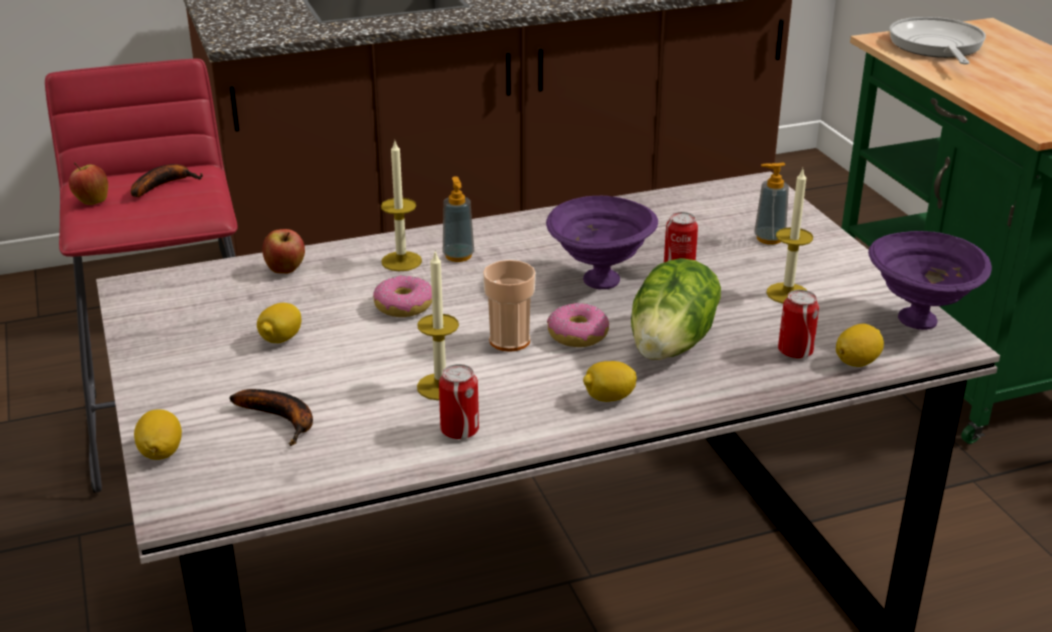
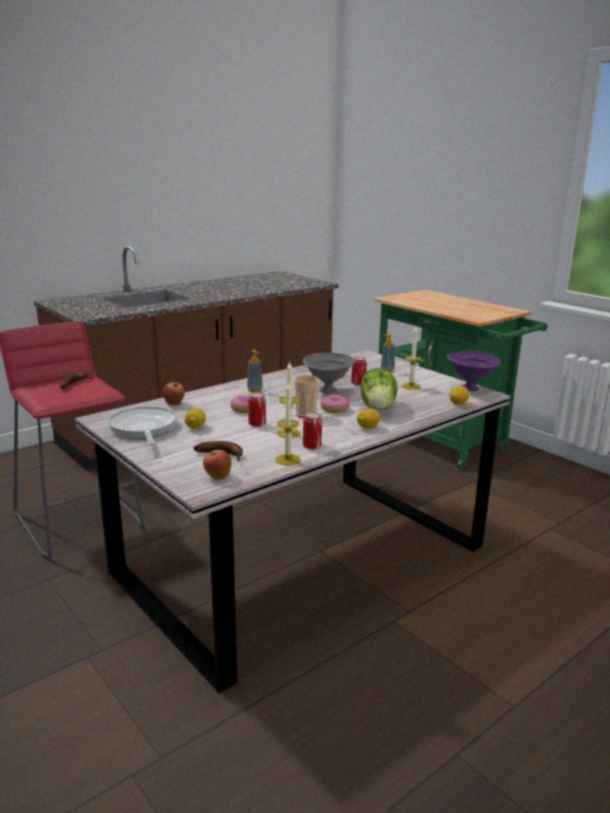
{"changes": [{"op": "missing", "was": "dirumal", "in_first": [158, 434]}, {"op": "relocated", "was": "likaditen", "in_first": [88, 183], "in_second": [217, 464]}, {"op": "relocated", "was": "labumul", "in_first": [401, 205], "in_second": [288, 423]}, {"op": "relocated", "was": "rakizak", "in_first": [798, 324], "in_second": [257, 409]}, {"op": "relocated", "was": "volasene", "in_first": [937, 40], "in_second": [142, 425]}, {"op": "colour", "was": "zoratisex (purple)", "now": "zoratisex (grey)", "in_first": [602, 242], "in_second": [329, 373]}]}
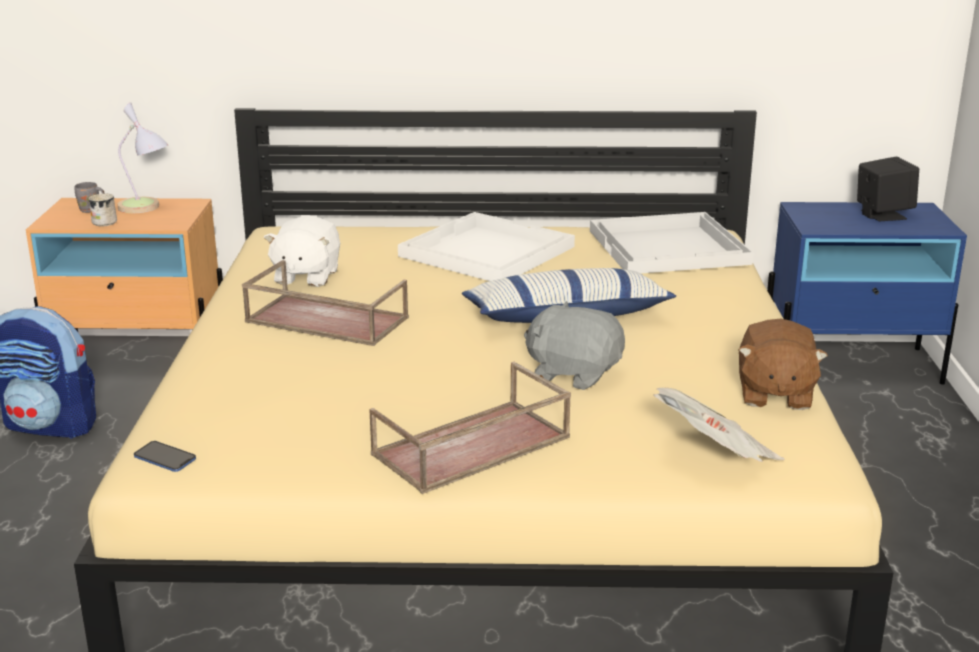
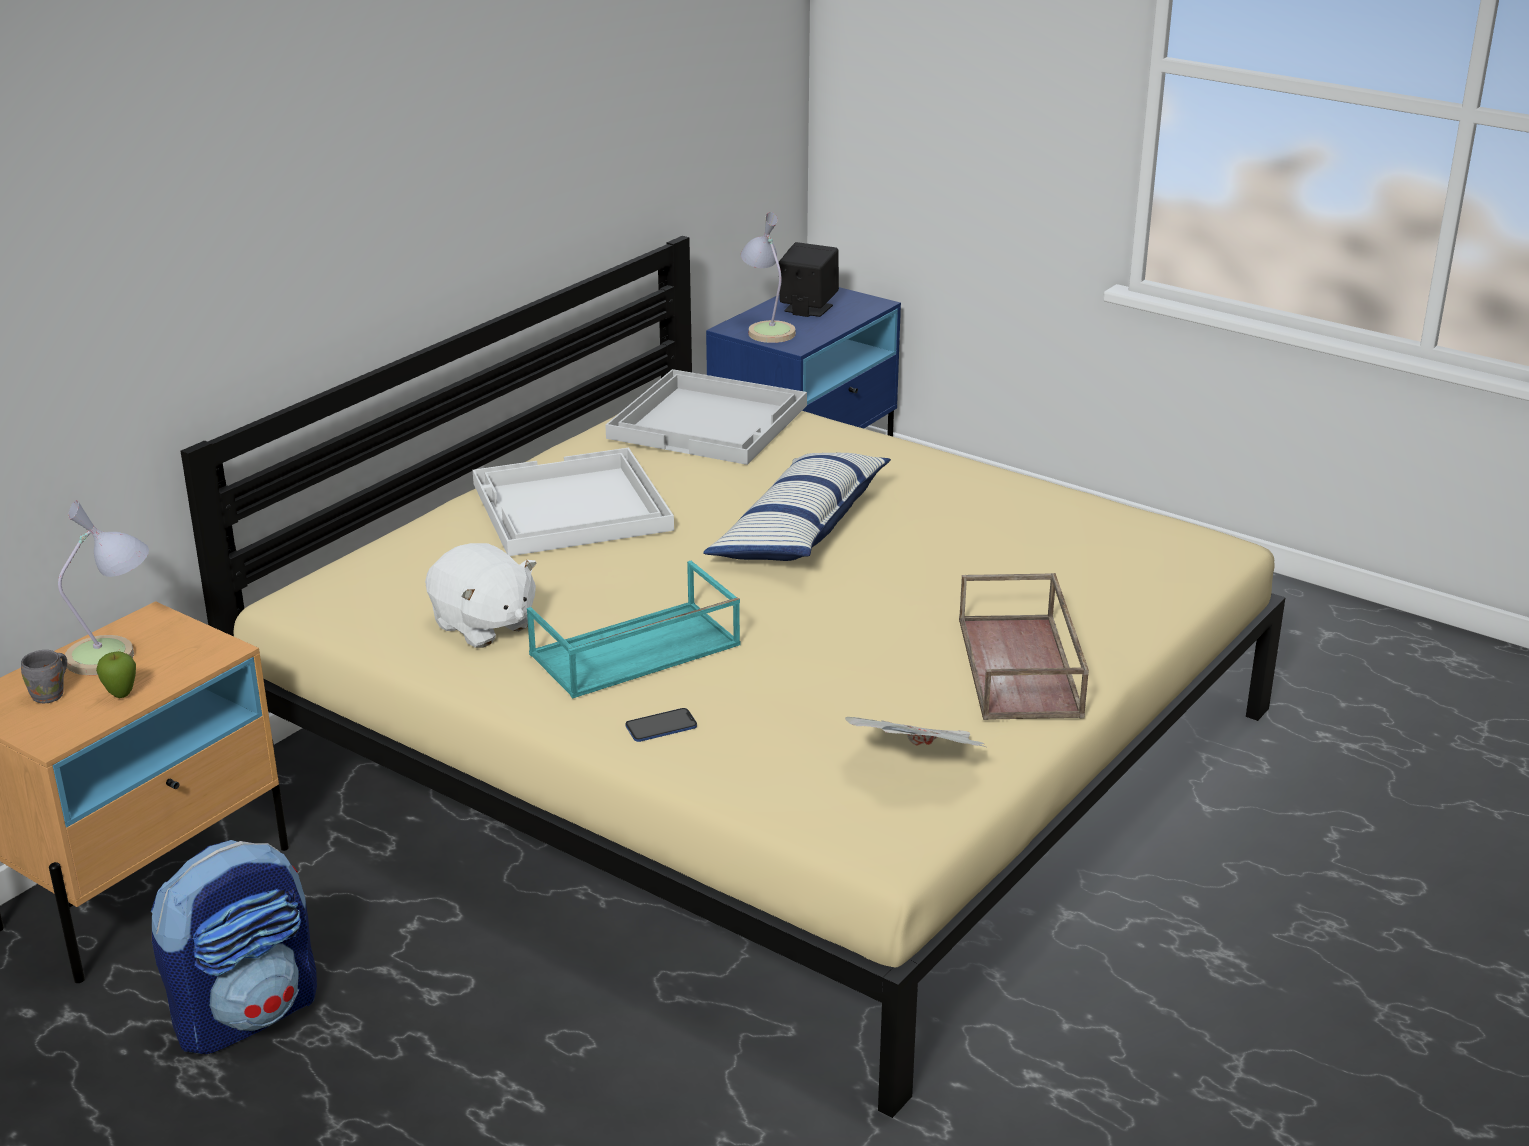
{"changes": [{"op": "missing", "was": "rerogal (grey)", "in_first": [574, 345]}, {"op": "missing", "was": "rerogal (brown)", "in_first": [783, 364]}, {"op": "appeared", "now": "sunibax", "in_second": [768, 277]}, {"op": "relocated", "was": "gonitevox", "in_first": [165, 456], "in_second": [661, 725]}, {"op": "relocated", "was": "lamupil", "in_first": [719, 425], "in_second": [916, 732]}, {"op": "exchanged", "was": "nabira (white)", "now": "likaditen", "in_first": [102, 210], "in_second": [116, 674]}, {"op": "colour", "was": "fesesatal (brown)", "now": "fesesatal (turquoise)", "in_first": [325, 303], "in_second": [634, 630]}]}
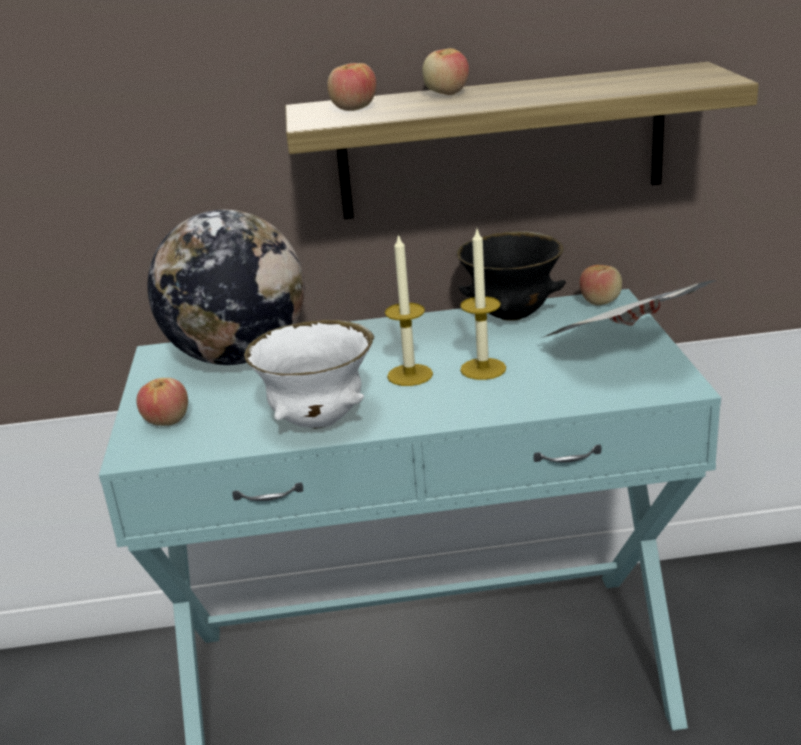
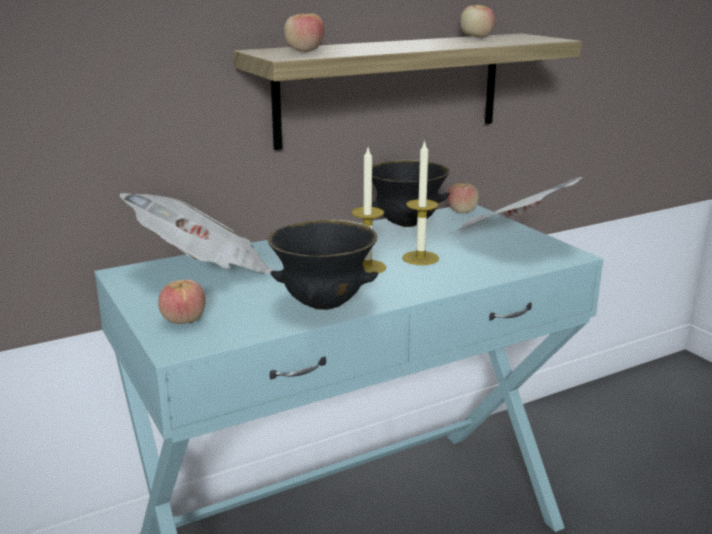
{"changes": [{"op": "relocated", "was": "likaditen", "in_first": [445, 71], "in_second": [477, 21]}, {"op": "exchanged", "was": "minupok", "now": "lamupil", "in_first": [226, 287], "in_second": [196, 233]}, {"op": "colour", "was": "zoratisex (white)", "now": "zoratisex (black)", "in_first": [309, 374], "in_second": [323, 264]}]}
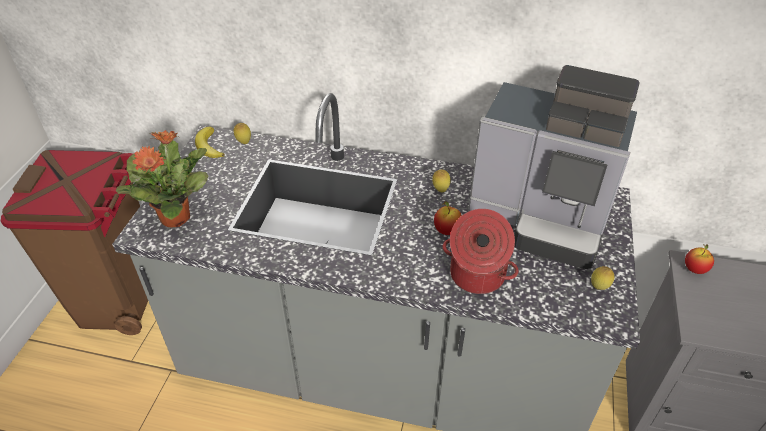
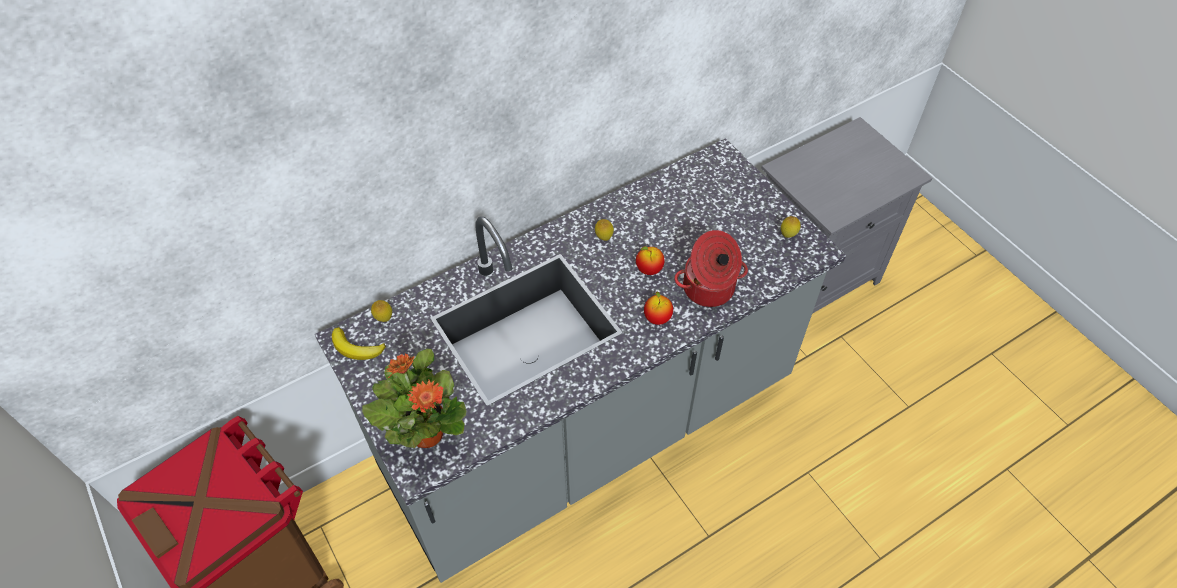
{"changes": [{"op": "missing", "was": "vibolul", "in_first": [554, 167]}, {"op": "relocated", "was": "likaditen", "in_first": [699, 259], "in_second": [658, 308]}]}
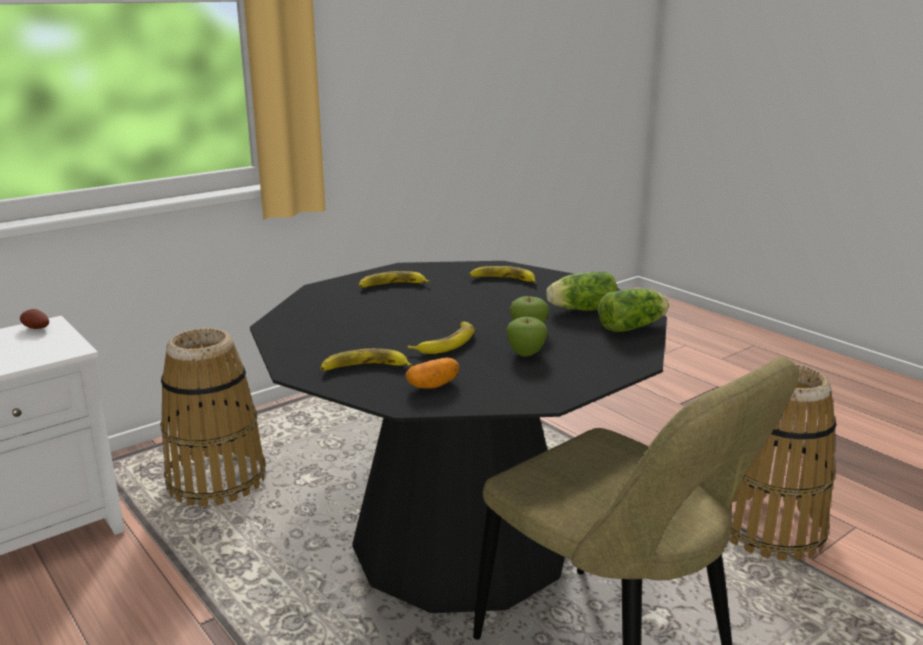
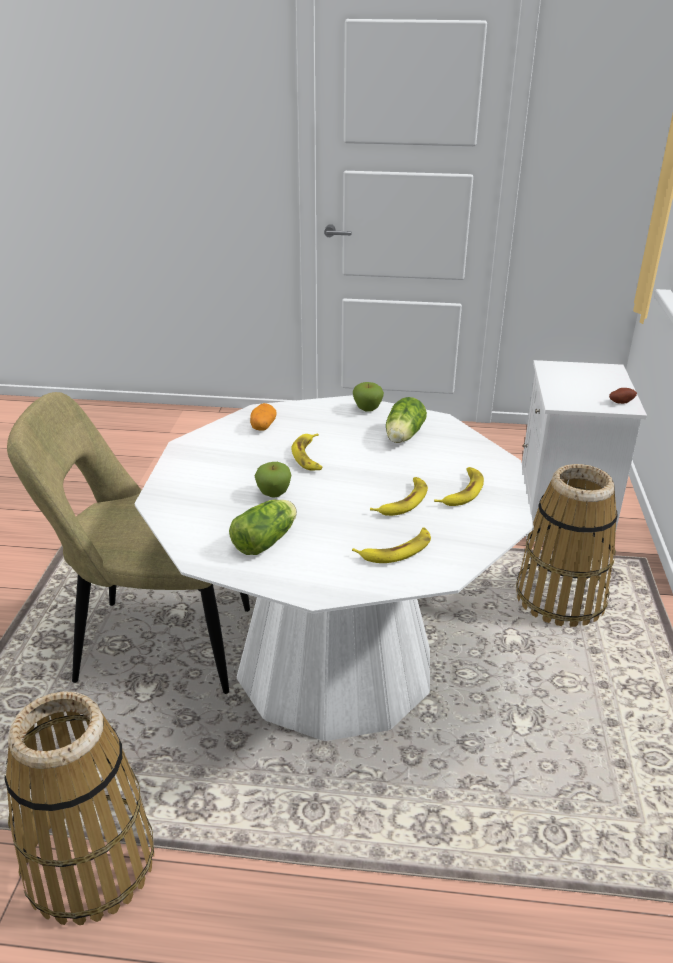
{"changes": [{"op": "relocated", "was": "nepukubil", "in_first": [366, 360], "in_second": [399, 496]}, {"op": "relocated", "was": "likaditen", "in_first": [527, 336], "in_second": [368, 397]}, {"op": "relocated", "was": "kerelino", "in_first": [633, 310], "in_second": [406, 420]}, {"op": "colour", "was": "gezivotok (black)", "now": "gezivotok (white)", "in_first": [458, 437], "in_second": [334, 568]}]}
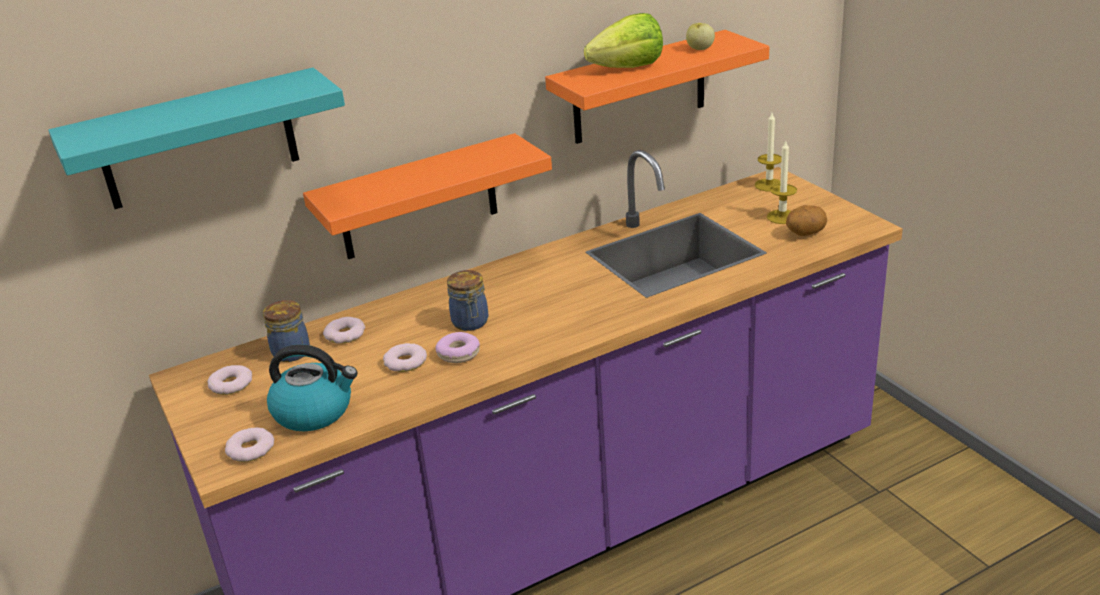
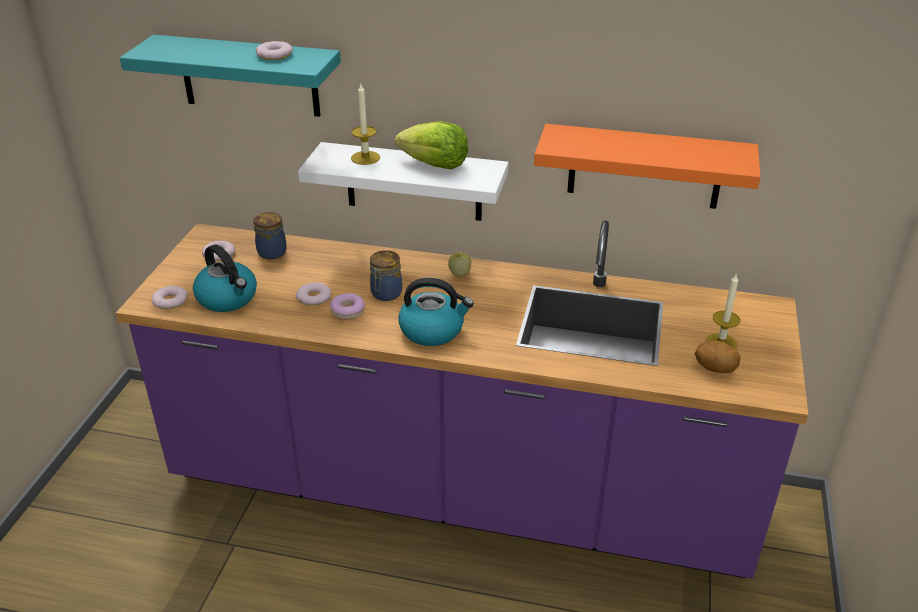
{"changes": [{"op": "appeared", "now": "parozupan", "in_second": [436, 312]}, {"op": "relocated", "was": "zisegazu", "in_first": [344, 330], "in_second": [274, 50]}, {"op": "relocated", "was": "kerelino", "in_first": [623, 40], "in_second": [431, 145]}, {"op": "relocated", "was": "likaditen", "in_first": [700, 36], "in_second": [459, 264]}, {"op": "relocated", "was": "labumul", "in_first": [768, 152], "in_second": [365, 123]}, {"op": "colour", "was": "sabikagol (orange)", "now": "sabikagol (white)", "in_first": [427, 196], "in_second": [403, 181]}]}
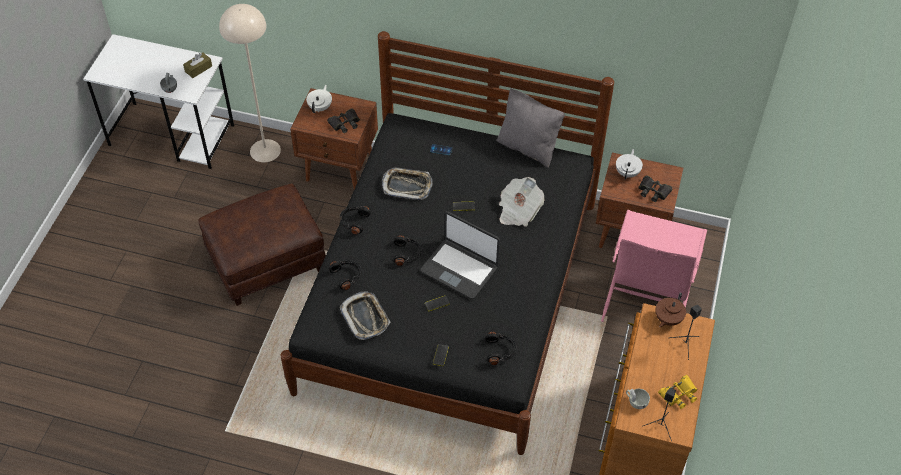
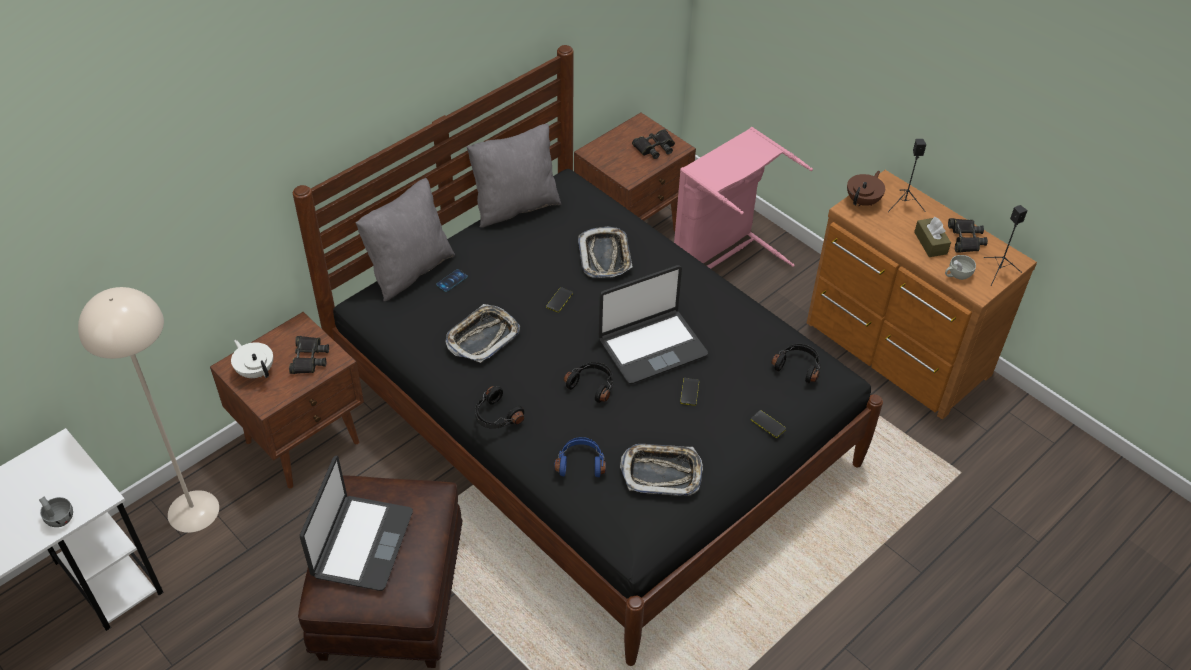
{"changes": [{"op": "missing", "was": "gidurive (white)", "in_first": [629, 164]}, {"op": "appeared", "now": "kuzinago", "in_second": [356, 523]}, {"op": "appeared", "now": "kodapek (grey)", "in_second": [405, 239]}, {"op": "relocated", "was": "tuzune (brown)", "in_first": [197, 65], "in_second": [932, 237]}, {"op": "exchanged", "was": "lamupil", "now": "fesesatal", "in_first": [521, 202], "in_second": [605, 252]}, {"op": "colour", "was": "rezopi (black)", "now": "rezopi (blue)", "in_first": [345, 275], "in_second": [580, 457]}, {"op": "colour", "was": "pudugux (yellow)", "now": "pudugux (black)", "in_first": [678, 392], "in_second": [968, 235]}, {"op": "spun", "was": "gidurive (brown)", "in_first": [671, 309], "in_second": [866, 188], "clockwise": -120}]}
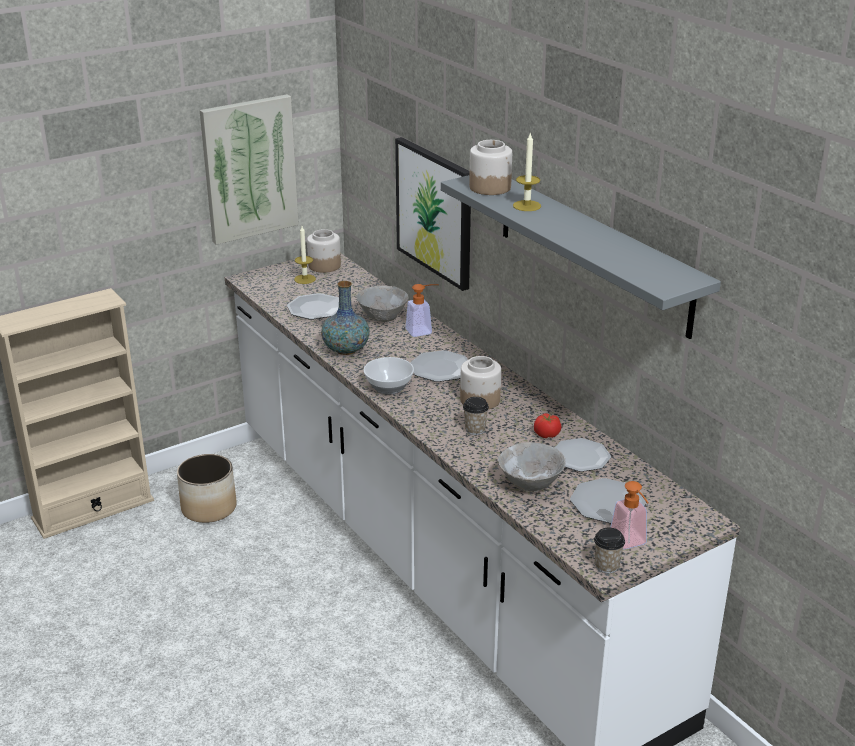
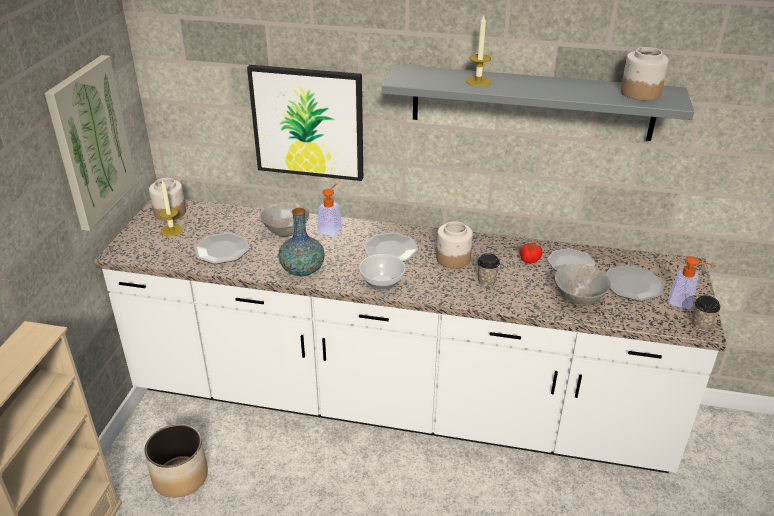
{"changes": [{"op": "relocated", "was": "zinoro", "in_first": [490, 167], "in_second": [645, 74]}]}
